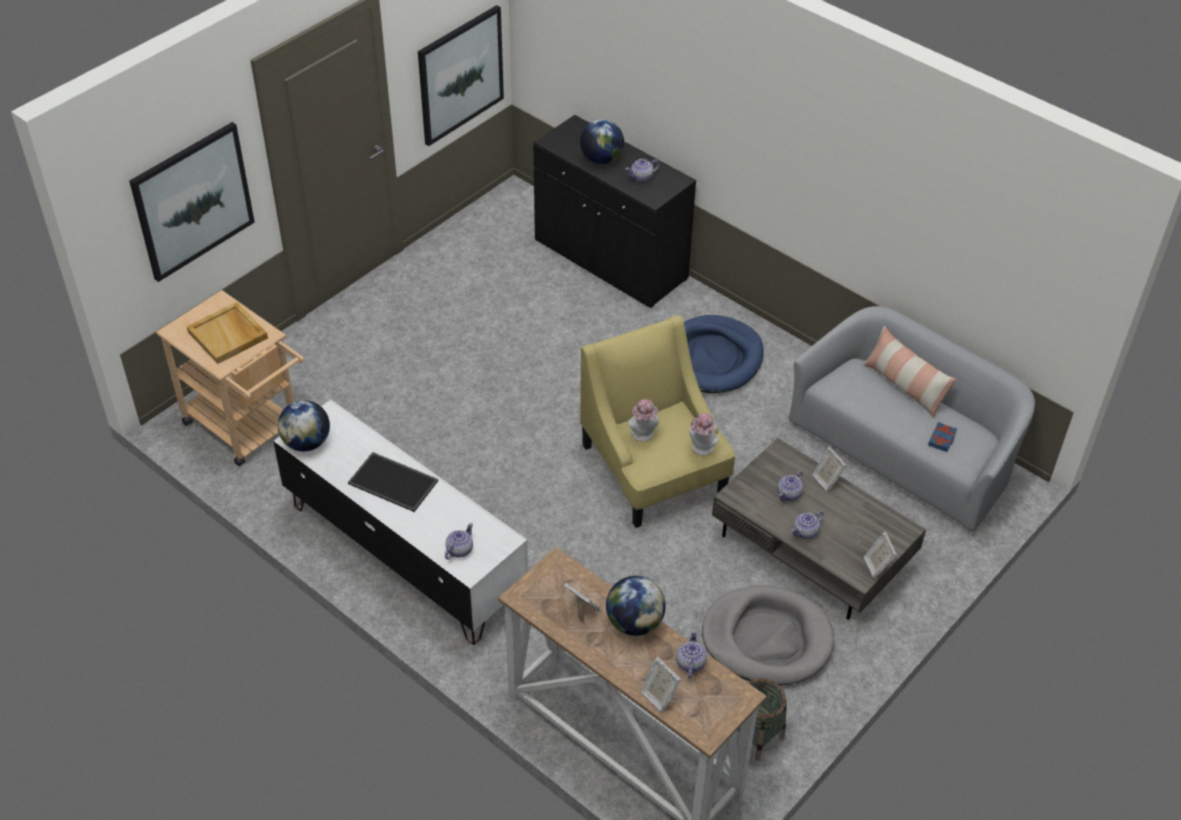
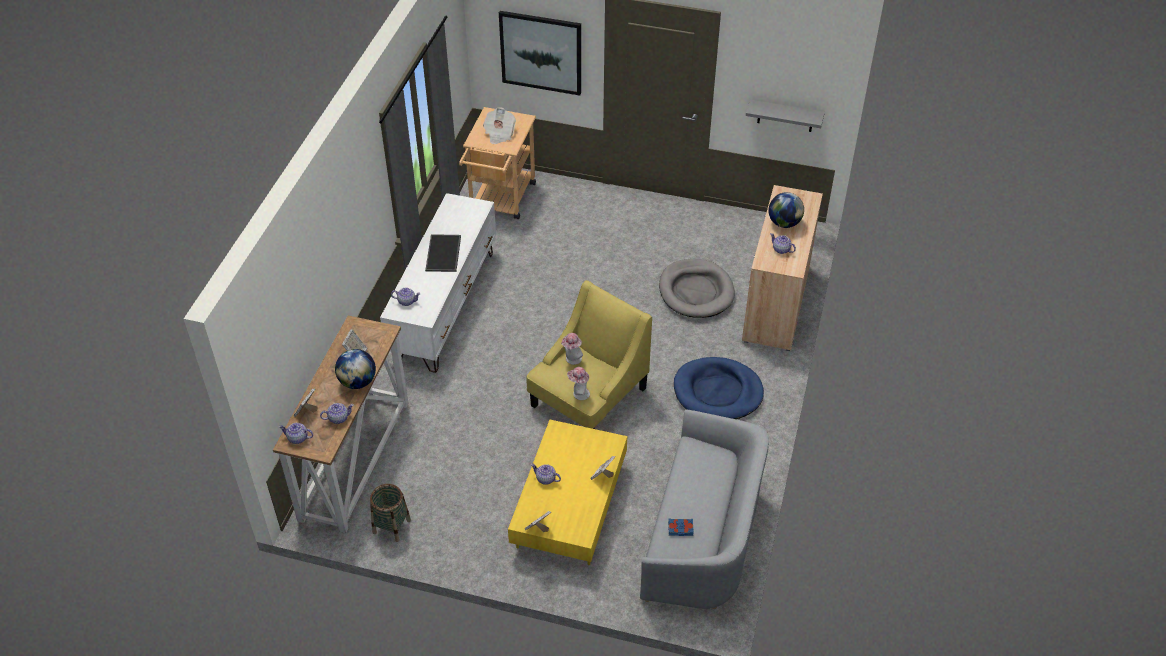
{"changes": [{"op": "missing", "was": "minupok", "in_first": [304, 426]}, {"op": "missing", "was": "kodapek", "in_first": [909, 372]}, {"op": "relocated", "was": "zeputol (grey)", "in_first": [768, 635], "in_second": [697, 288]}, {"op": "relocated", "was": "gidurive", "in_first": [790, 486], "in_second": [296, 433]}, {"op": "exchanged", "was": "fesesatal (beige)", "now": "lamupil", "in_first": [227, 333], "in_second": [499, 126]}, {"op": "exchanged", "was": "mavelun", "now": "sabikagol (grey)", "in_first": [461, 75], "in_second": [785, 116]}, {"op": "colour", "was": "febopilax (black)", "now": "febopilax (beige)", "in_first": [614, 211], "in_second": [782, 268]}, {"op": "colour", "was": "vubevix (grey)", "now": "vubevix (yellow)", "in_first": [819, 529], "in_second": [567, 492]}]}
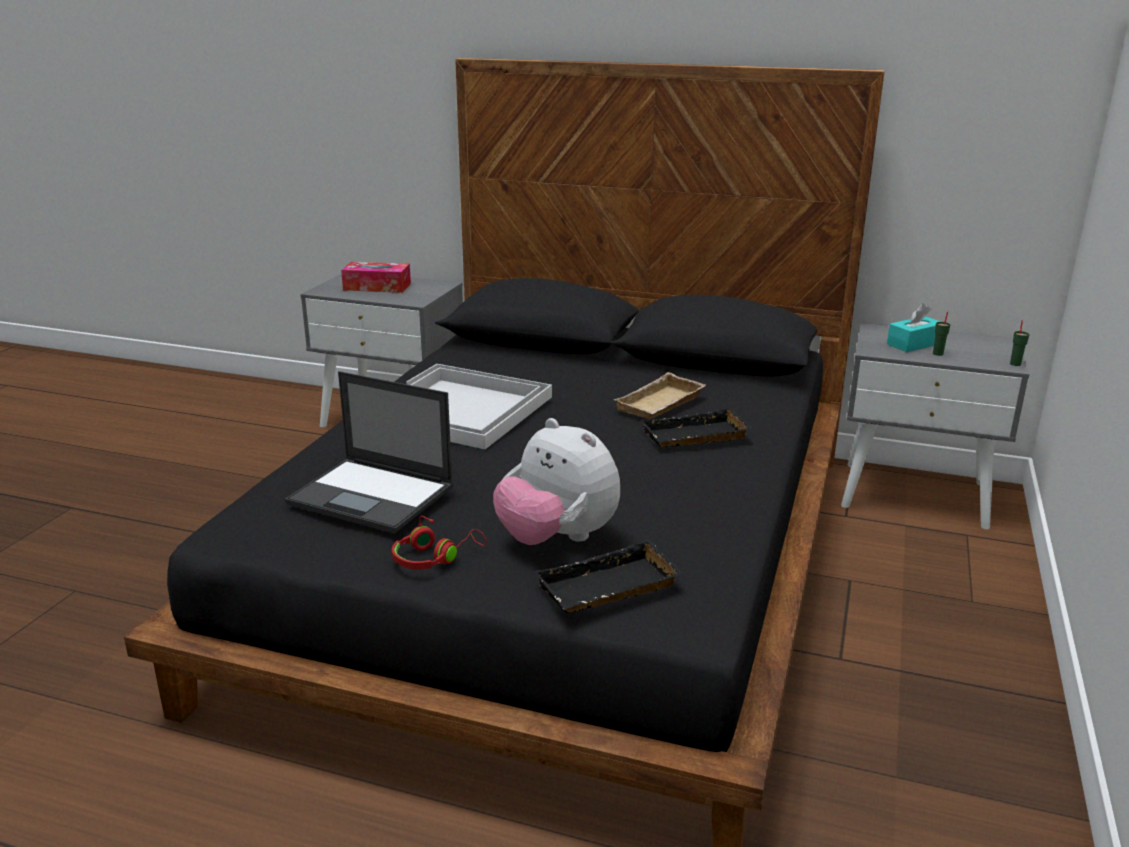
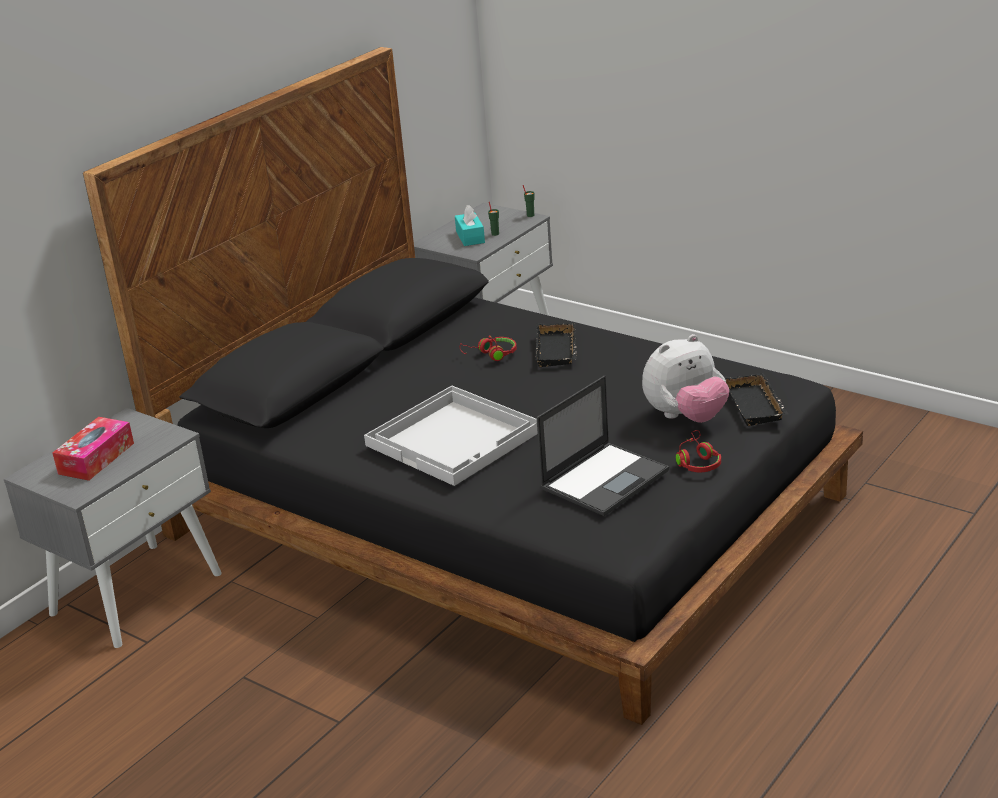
{"changes": [{"op": "exchanged", "was": "fesesatal (beige)", "now": "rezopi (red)", "in_first": [659, 395], "in_second": [488, 348]}]}
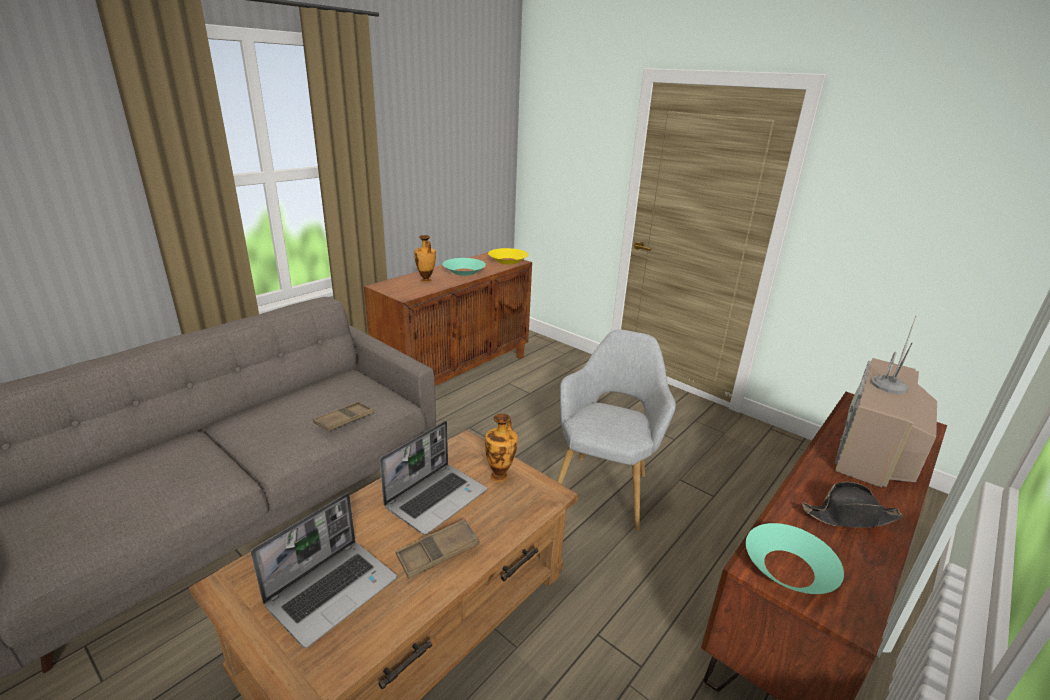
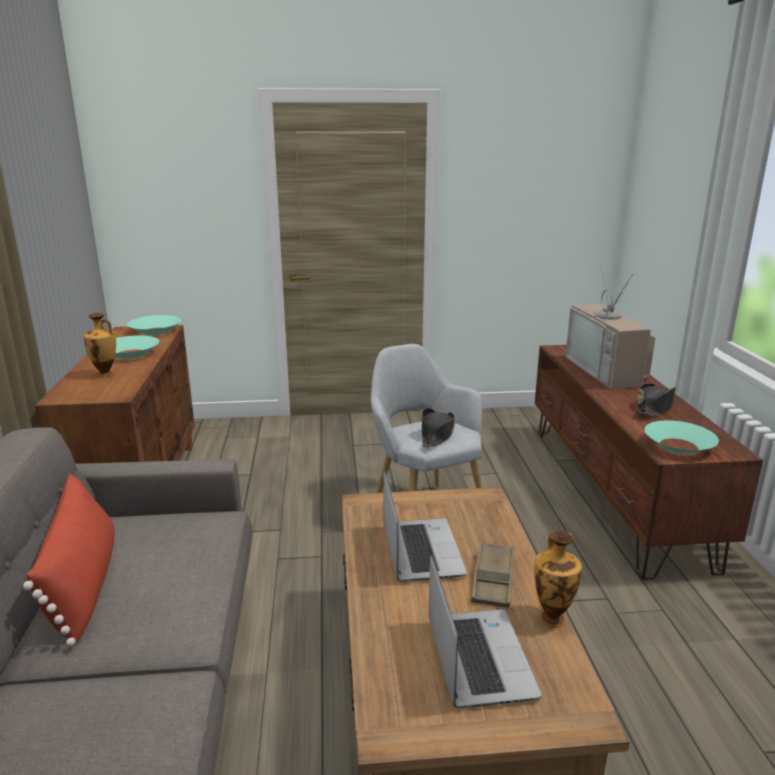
{"changes": [{"op": "missing", "was": "fesesatal (brown)", "in_first": [343, 416]}, {"op": "appeared", "now": "kodapek (red)", "in_second": [69, 560]}, {"op": "appeared", "now": "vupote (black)", "in_second": [438, 428]}, {"op": "relocated", "was": "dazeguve", "in_first": [501, 447], "in_second": [558, 578]}, {"op": "colour", "was": "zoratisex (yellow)", "now": "zoratisex (turquoise)", "in_first": [508, 256], "in_second": [154, 325]}]}
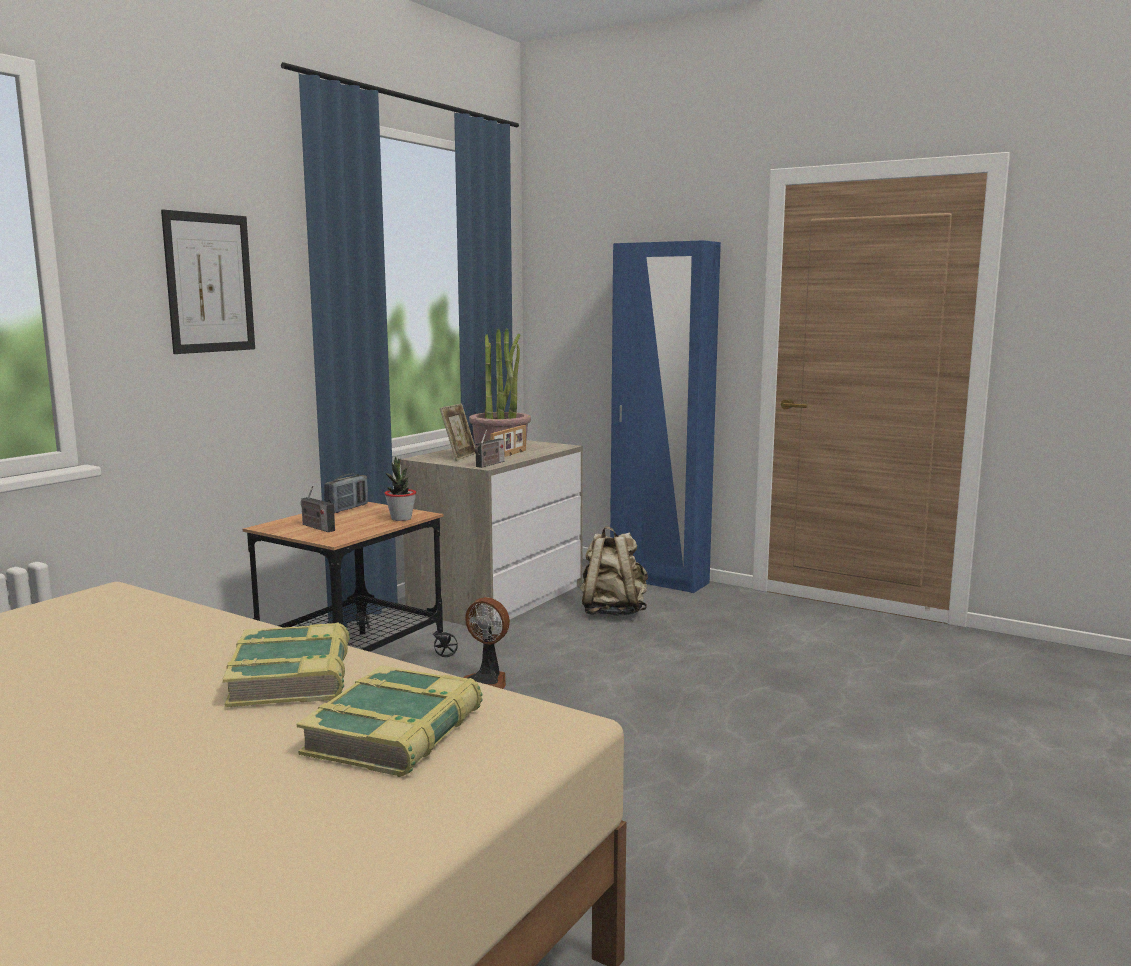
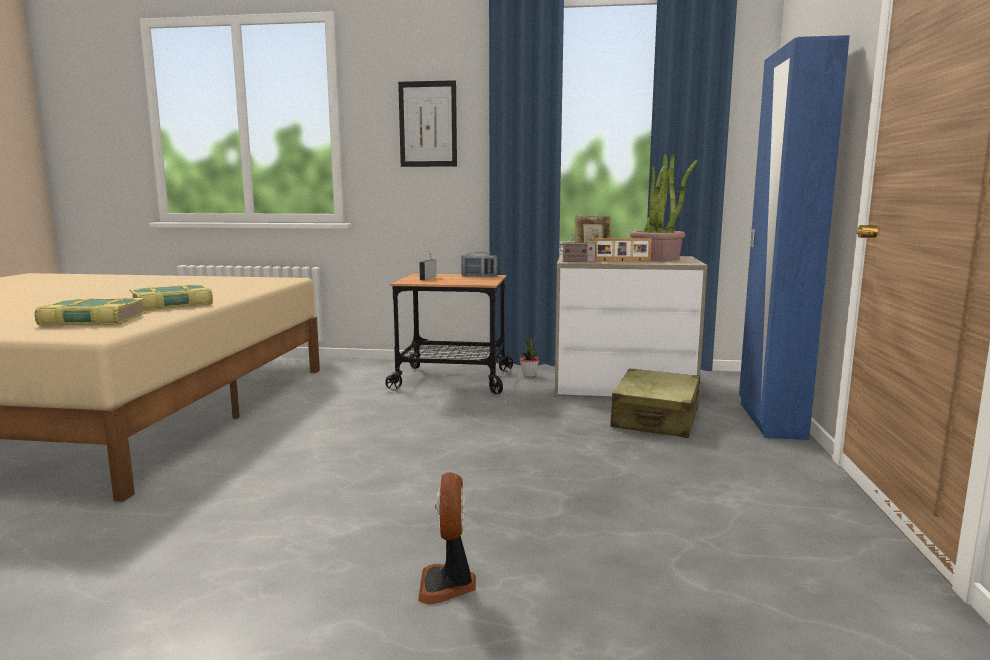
{"changes": [{"op": "relocated", "was": "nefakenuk", "in_first": [400, 489], "in_second": [530, 356]}, {"op": "relocated", "was": "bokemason", "in_first": [486, 643], "in_second": [447, 538]}, {"op": "exchanged", "was": "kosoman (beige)", "now": "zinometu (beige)", "in_first": [614, 571], "in_second": [655, 403]}]}
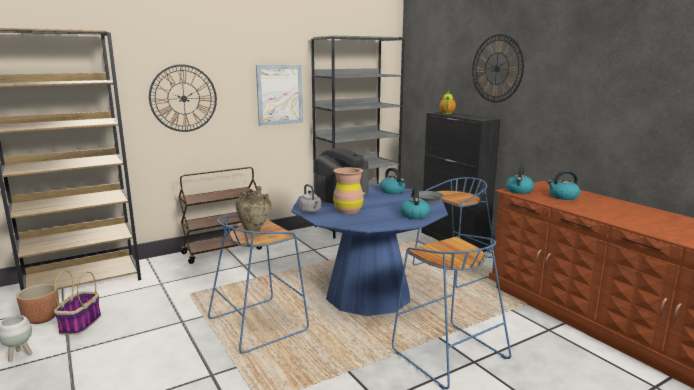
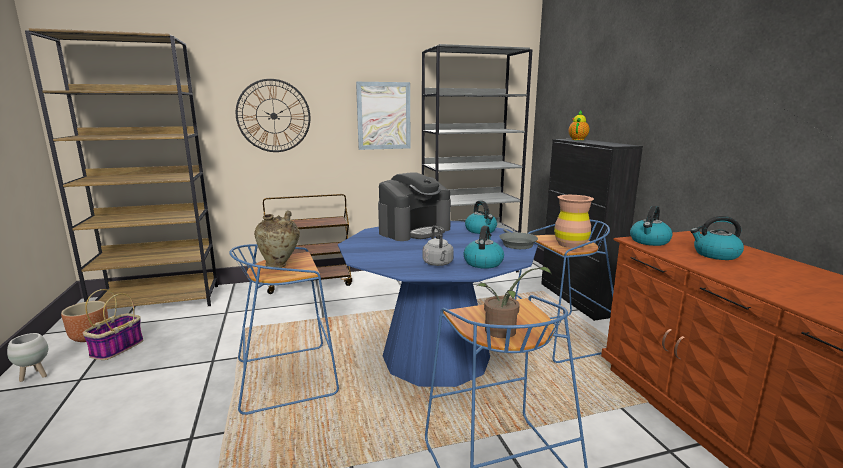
{"changes": [{"op": "missing", "was": "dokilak", "in_first": [498, 68]}, {"op": "appeared", "now": "nefakenuk", "in_second": [514, 302]}, {"op": "relocated", "was": "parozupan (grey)", "in_first": [310, 198], "in_second": [438, 246]}, {"op": "relocated", "was": "dazeguve (brown)", "in_first": [348, 190], "in_second": [574, 221]}]}
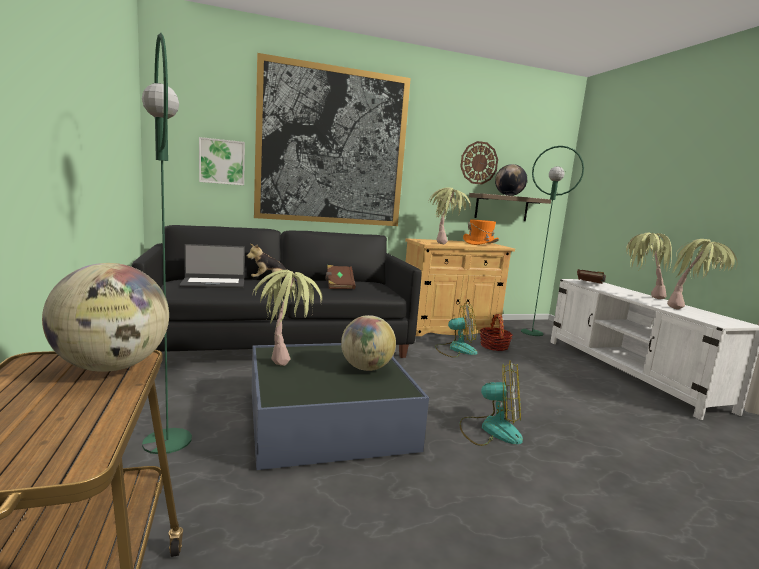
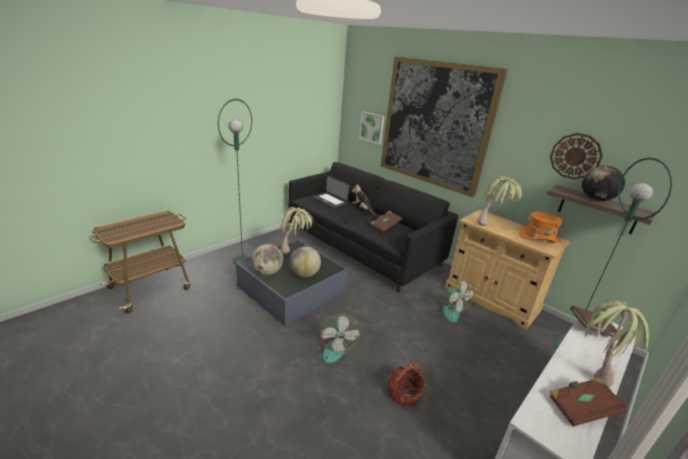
{"changes": [{"op": "relocated", "was": "minupok", "in_first": [105, 317], "in_second": [267, 259]}, {"op": "relocated", "was": "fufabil", "in_first": [496, 332], "in_second": [407, 385]}, {"op": "exchanged", "was": "nefakenuk", "now": "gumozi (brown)", "in_first": [702, 274], "in_second": [588, 402]}]}
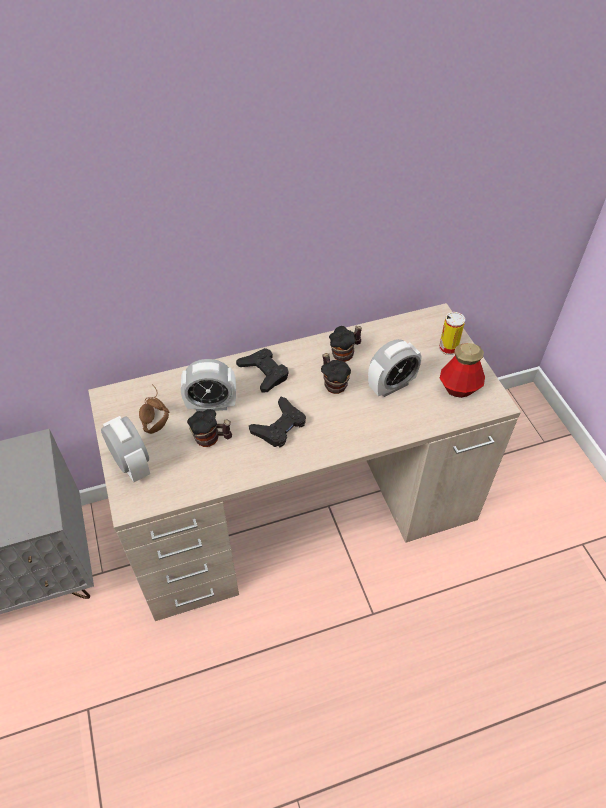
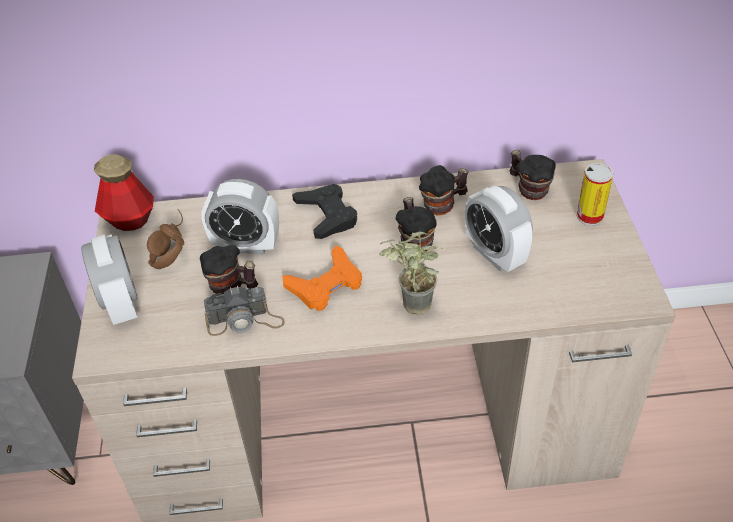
{"changes": [{"op": "appeared", "now": "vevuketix", "in_second": [244, 311]}, {"op": "appeared", "now": "nefakenuk", "in_second": [411, 273]}, {"op": "appeared", "now": "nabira", "in_second": [532, 175]}, {"op": "relocated", "was": "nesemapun", "in_first": [462, 370], "in_second": [124, 192]}, {"op": "colour", "was": "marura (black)", "now": "marura (orange)", "in_first": [277, 421], "in_second": [322, 278]}, {"op": "spun", "was": "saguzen", "in_first": [394, 368], "in_second": [499, 229], "clockwise": 75}]}
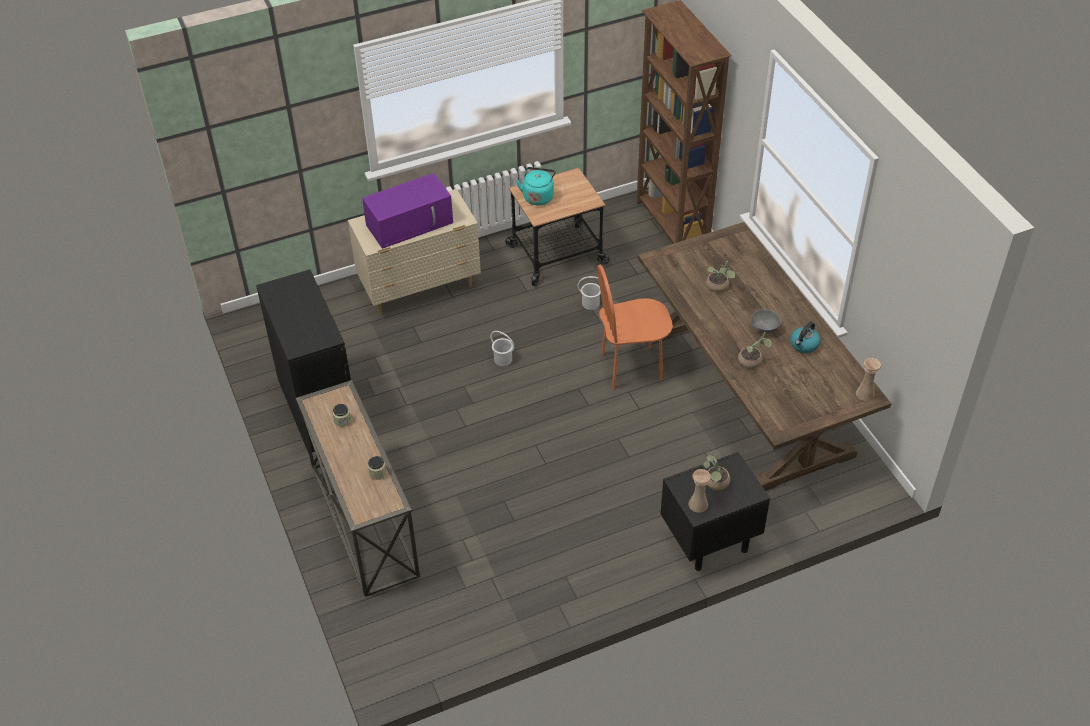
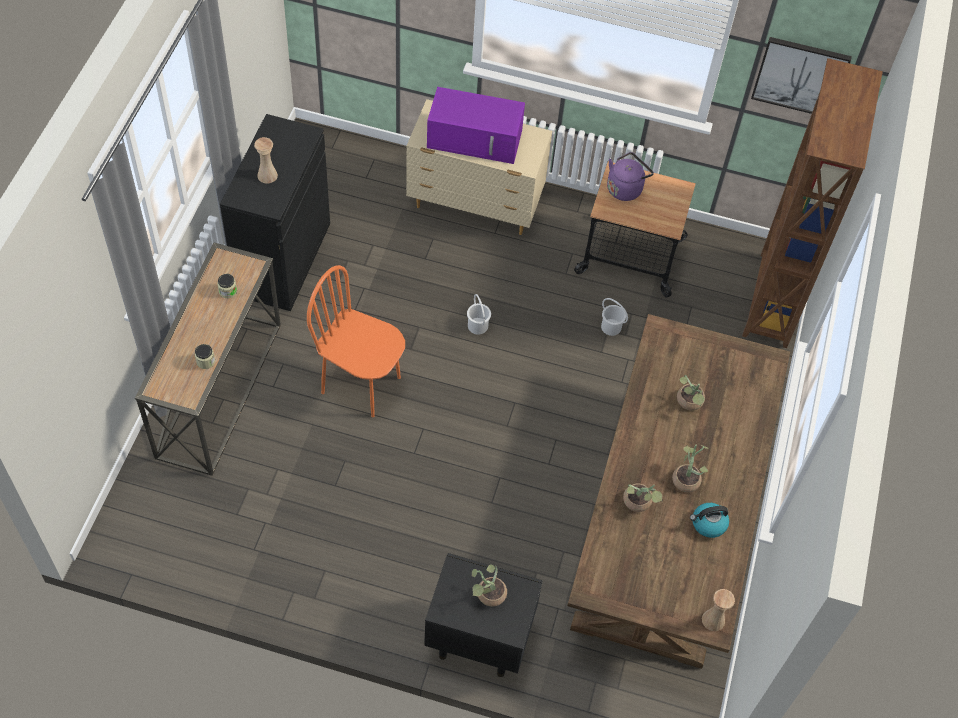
{"changes": [{"op": "appeared", "now": "mavelun", "in_second": [801, 75]}, {"op": "relocated", "was": "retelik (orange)", "in_first": [635, 327], "in_second": [356, 341]}, {"op": "relocated", "was": "dazeguve (beige)", "in_first": [699, 491], "in_second": [266, 160]}, {"op": "exchanged", "was": "zoratisex (grey)", "now": "nefakenuk", "in_first": [766, 321], "in_second": [690, 468]}, {"op": "colour", "was": "parozupan (turquoise)", "now": "parozupan (purple)", "in_first": [536, 186], "in_second": [630, 176]}]}
